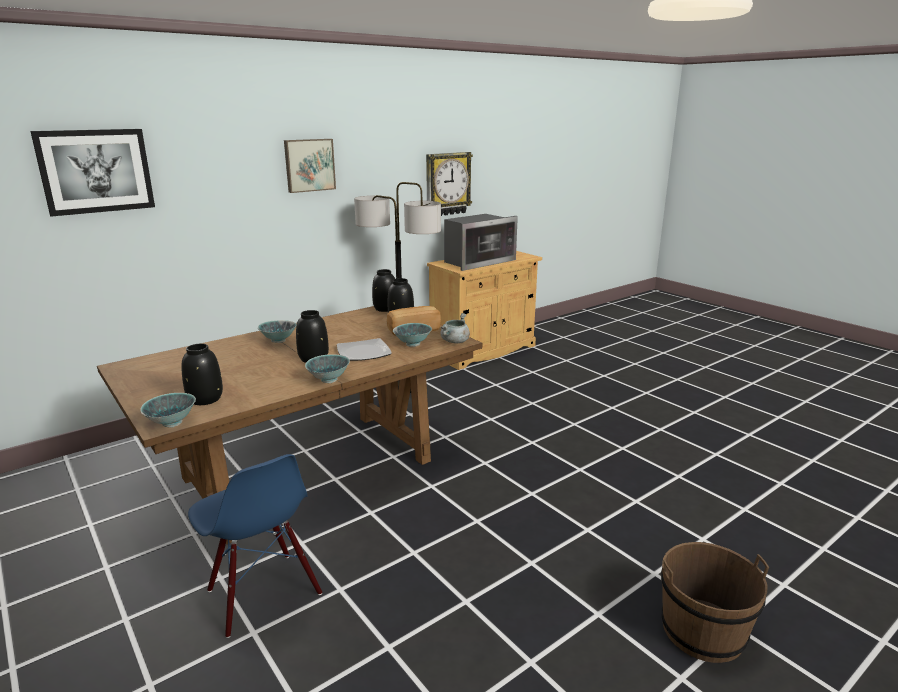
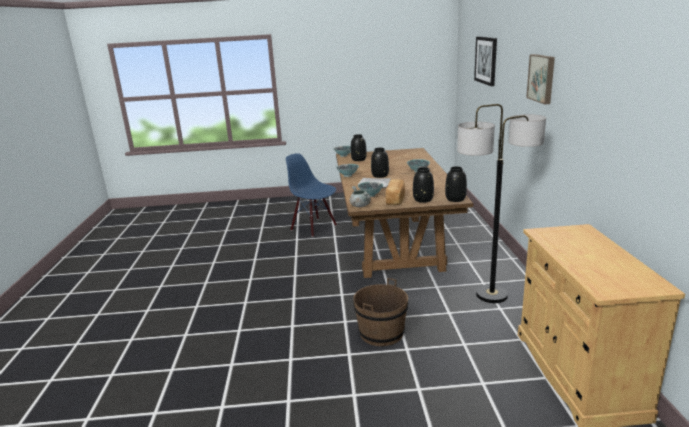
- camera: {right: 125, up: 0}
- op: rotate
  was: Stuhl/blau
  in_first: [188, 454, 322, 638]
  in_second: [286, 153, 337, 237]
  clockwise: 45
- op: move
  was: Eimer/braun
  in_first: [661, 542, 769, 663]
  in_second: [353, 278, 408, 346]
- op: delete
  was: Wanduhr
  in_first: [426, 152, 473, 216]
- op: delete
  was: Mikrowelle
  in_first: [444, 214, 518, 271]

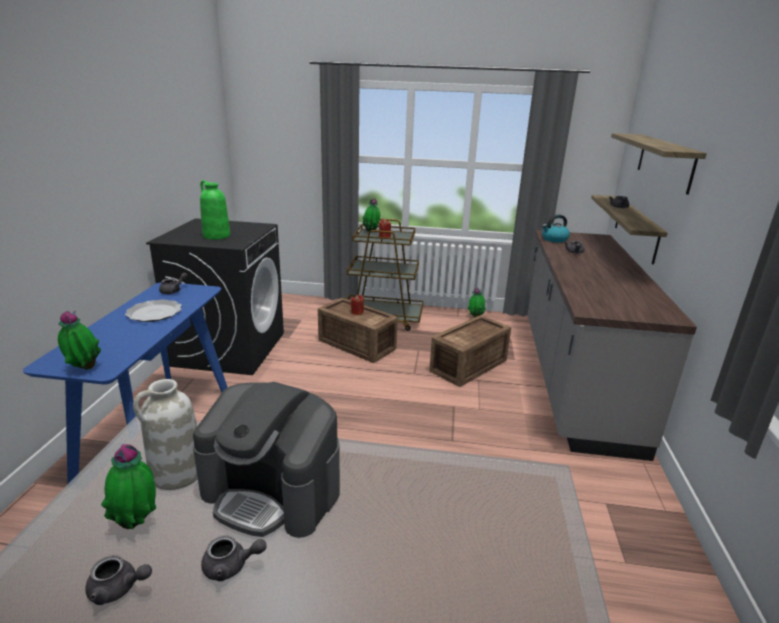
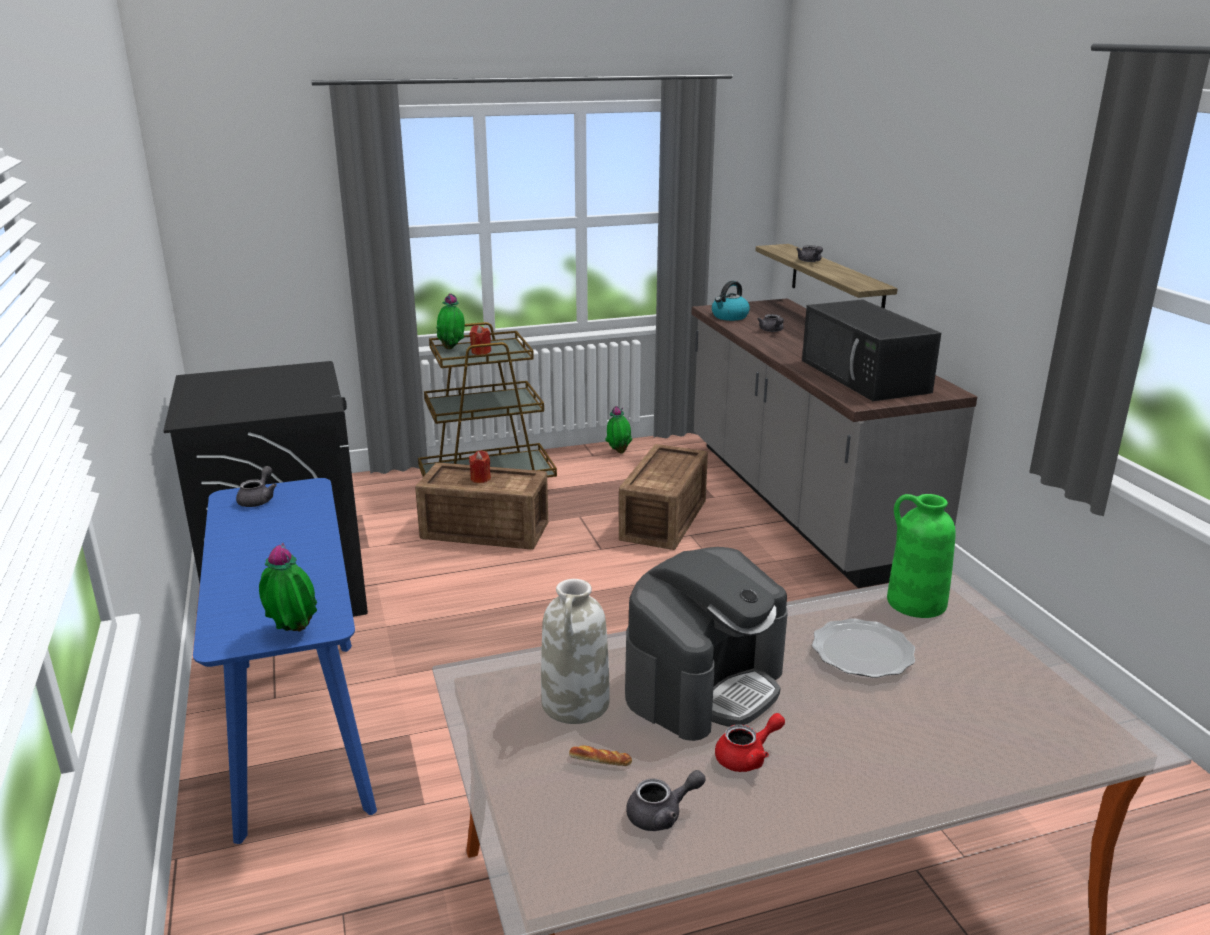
- camera: {right: -25, up: 0}
- op: replace
  was: Topfpflanze
  now: Brot
  in_first: [101, 444, 156, 529]
  in_second: [569, 746, 632, 766]
- op: rotate
  was: Kaffeemaschine
  in_first: [193, 382, 340, 538]
  in_second: [625, 547, 788, 741]
  clockwise: -45
- op: recolor
  was: Teekanne/grau
  now: Teekanne/rot
  in_first: [201, 535, 266, 581]
  in_second: [715, 713, 785, 772]
- op: insert
  now: Mikrowelle/schwarz
  in_second: [802, 299, 941, 401]
- op: move
  was: Teller
  in_first: [125, 299, 182, 322]
  in_second: [812, 618, 915, 678]
- op: move
  was: Vase/grün
  in_first: [200, 180, 230, 240]
  in_second: [887, 494, 956, 618]
- op: delete
  was: Wandregal
  in_first: [611, 133, 707, 195]

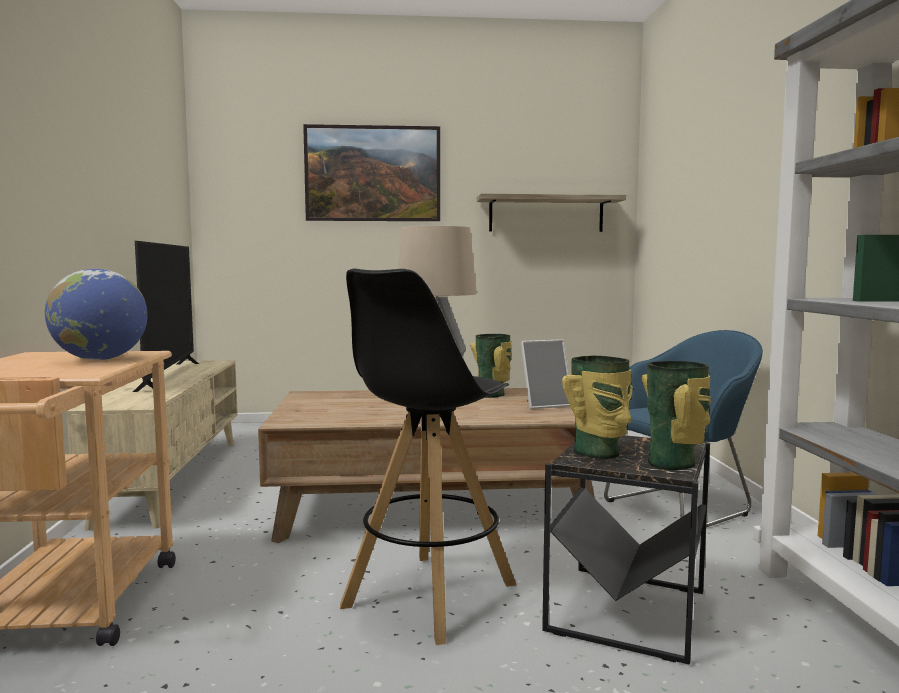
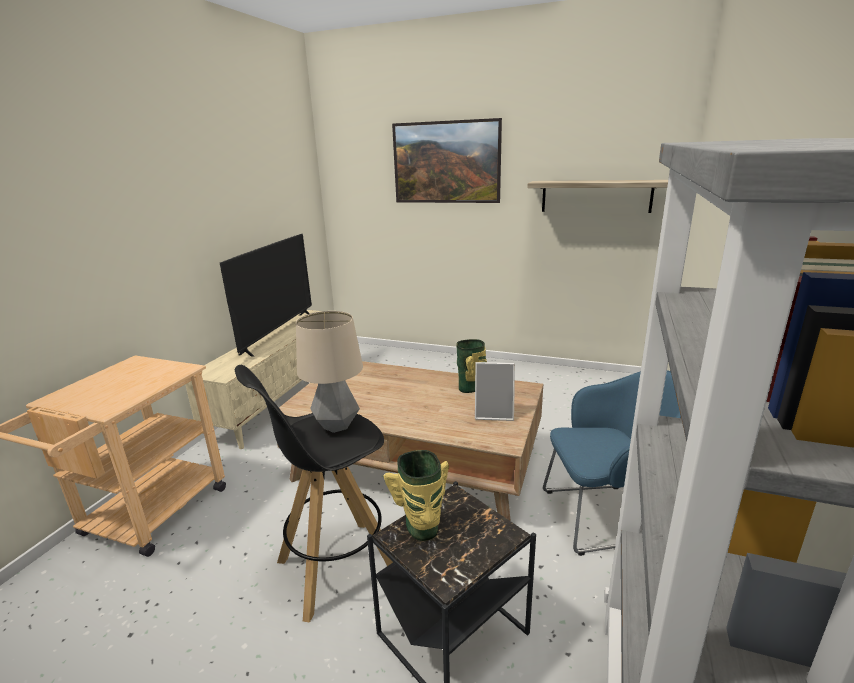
- camera: {right: 25, up: 15}
- op: delete
  was: Globus
  in_first: [45, 269, 148, 360]
- op: delete
  was: Vase
  in_first: [642, 361, 711, 470]

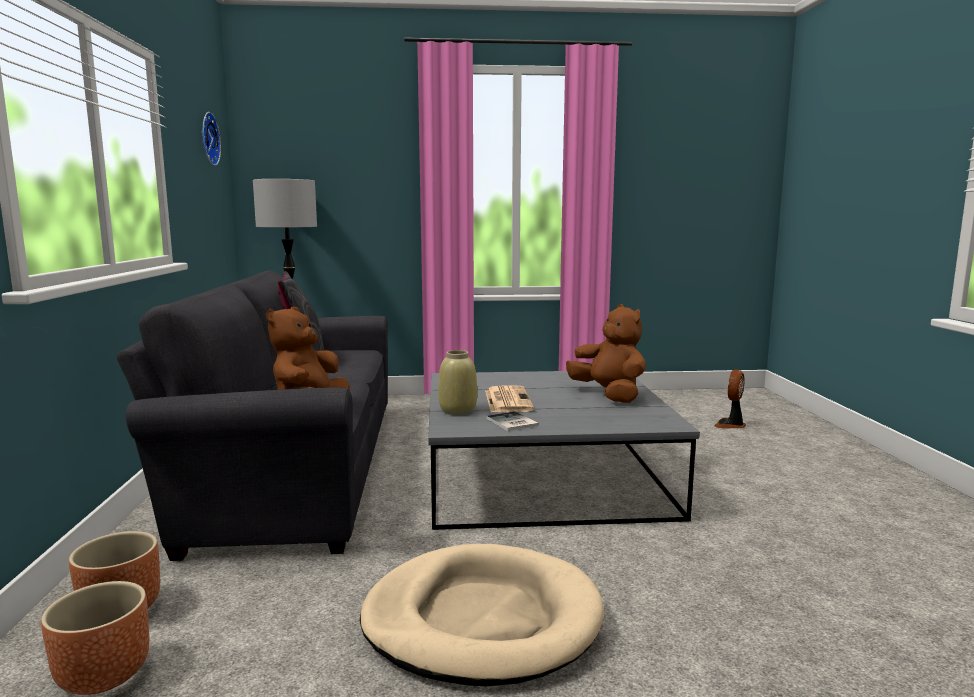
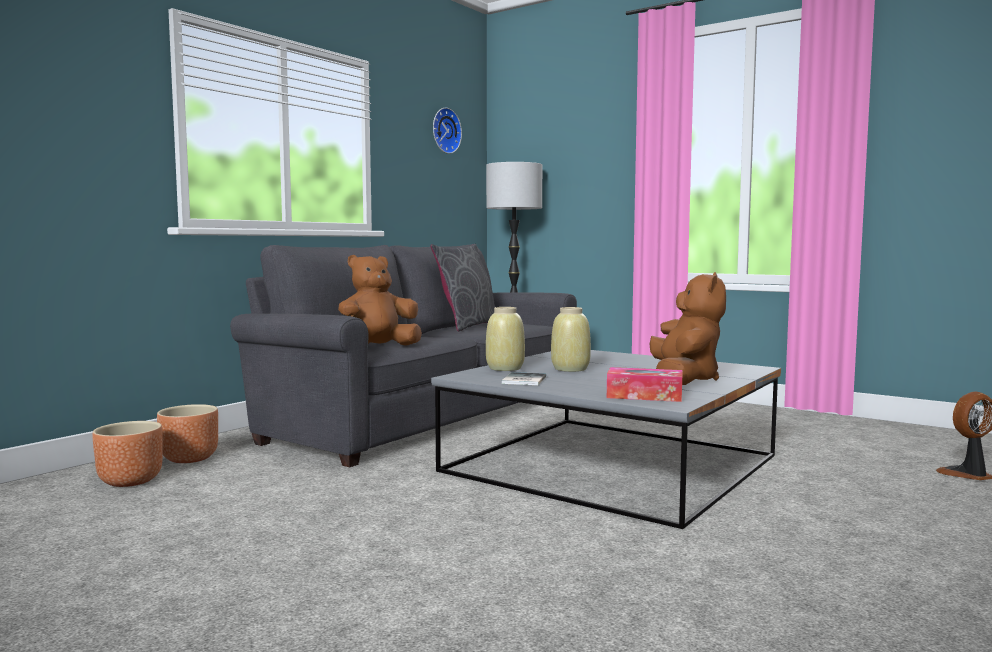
- camera: {right: 40, up: -5}
- op: replace
  was: Zeitung
  now: Vase/beige
  in_first: [485, 385, 534, 412]
  in_second: [551, 307, 591, 372]
- op: insert
  now: Taschentuchbox
  in_second: [607, 367, 682, 402]
- op: delete
  was: Hundebett/beige
  in_first: [360, 544, 605, 686]

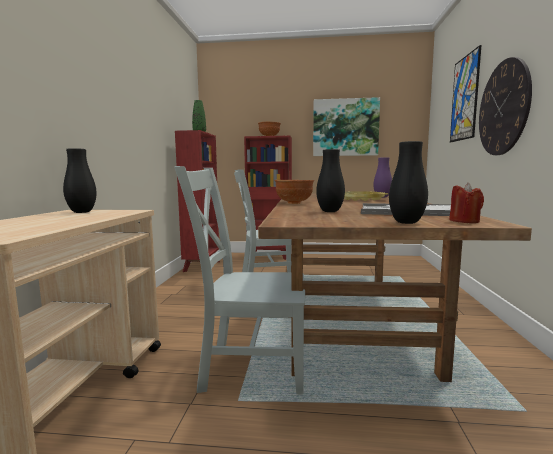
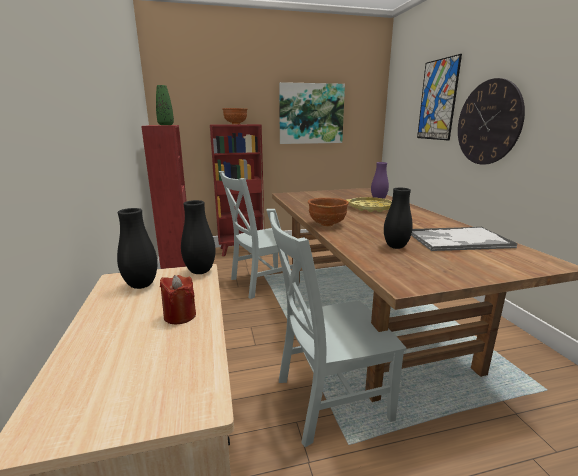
- camera: {right: -20, up: 10}
- op: move
  was: Kerze/rot
  in_first: [449, 183, 484, 223]
  in_second: [160, 275, 196, 324]
- op: move
  was: Vase/schwarz
  in_first: [389, 141, 428, 224]
  in_second: [181, 200, 216, 274]

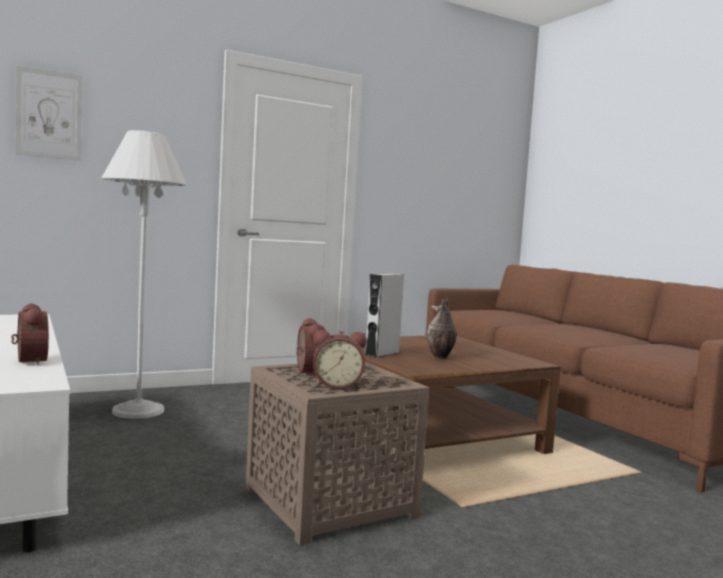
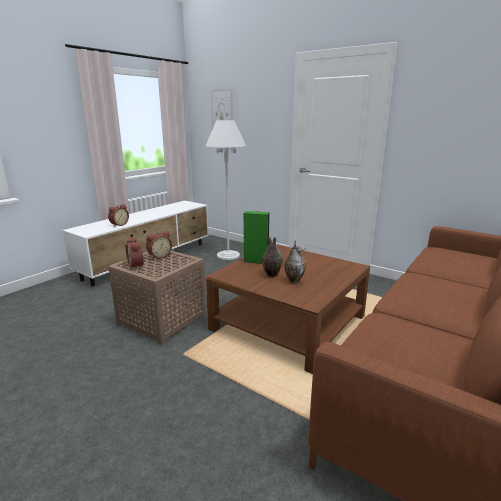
- camera: {right: 65, up: 15}
- op: recolor
  was: Lautsprecher/grau
  now: Lautsprecher/grün
  in_first: [365, 273, 404, 358]
  in_second: [244, 211, 270, 264]
- op: insert
  now: Vase
  in_second: [284, 240, 306, 283]

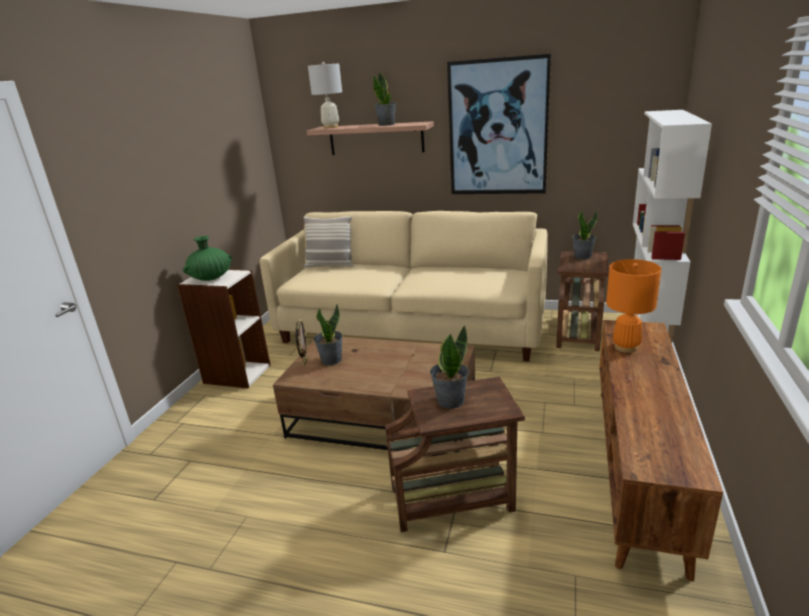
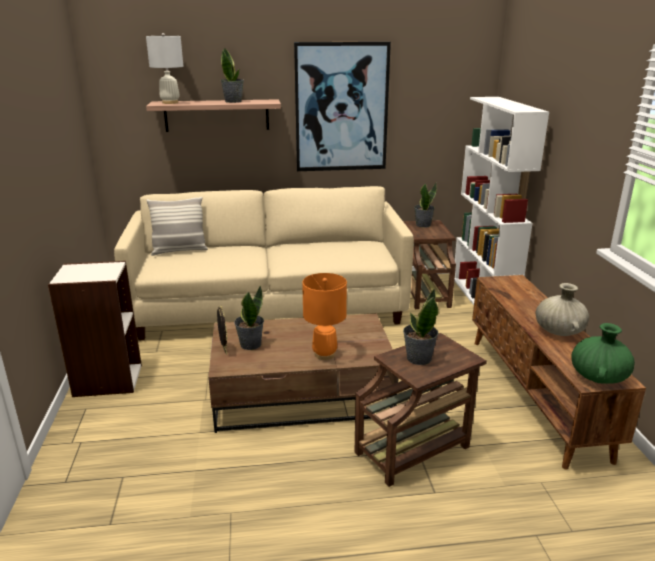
- camera: {right: -25, up: 0}
- op: move
  was: Tischlampe/orange
  in_first: [606, 259, 661, 353]
  in_second: [302, 273, 347, 360]
- op: insert
  now: Vase/beige
  in_second: [536, 283, 589, 336]
- op: move
  was: Vase/grün
  in_first: [183, 236, 232, 281]
  in_second: [571, 323, 635, 384]

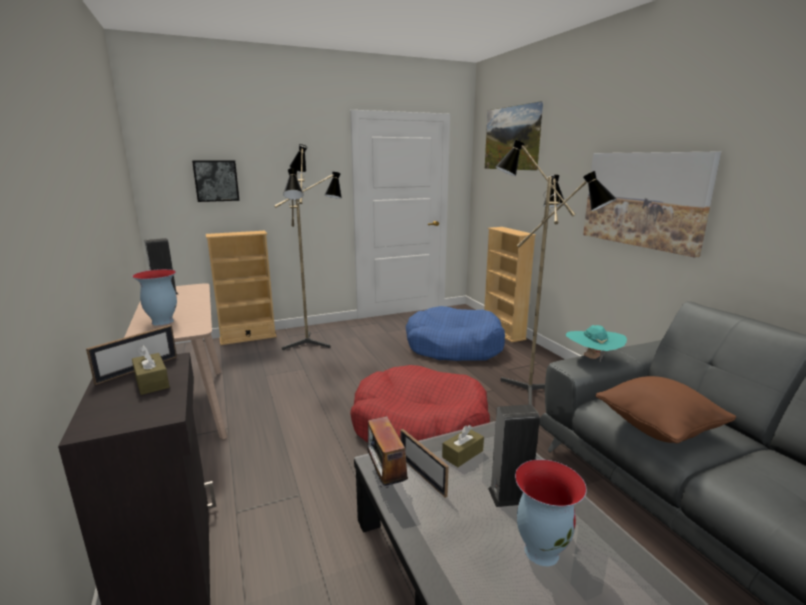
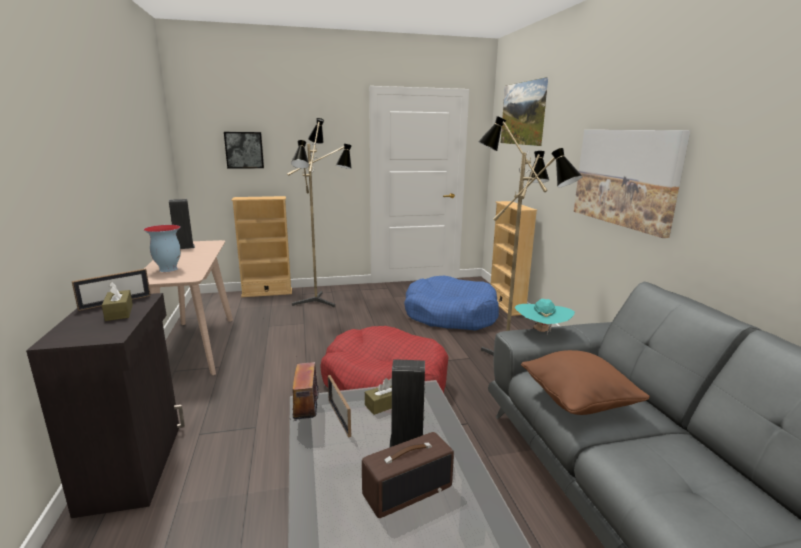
- camera: {right: 10, up: 0}
- op: replace
  was: Vase
  now: Radio
  in_first: [515, 459, 587, 566]
  in_second: [362, 432, 454, 518]

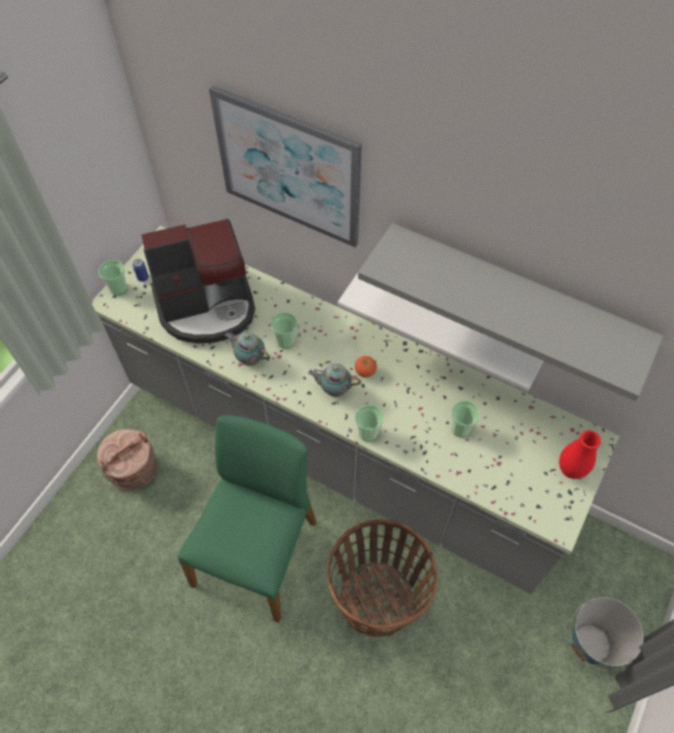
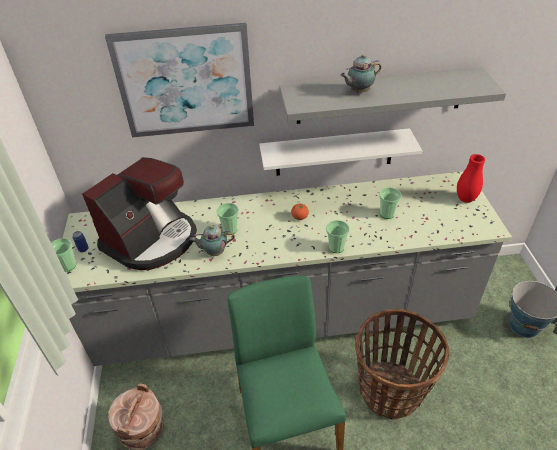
- camera: {right: -35, up: -15}
- op: move
  was: Teekanne
  in_first: [308, 363, 361, 397]
  in_second: [340, 54, 381, 93]

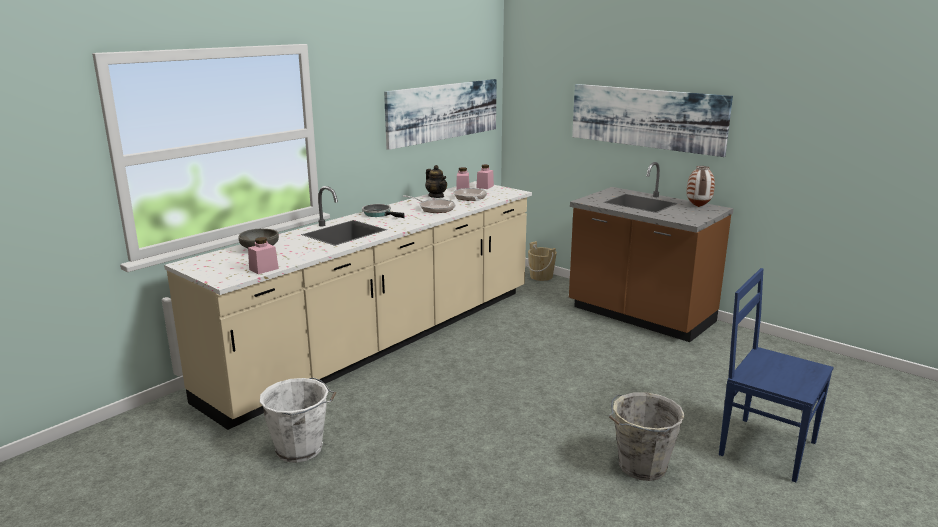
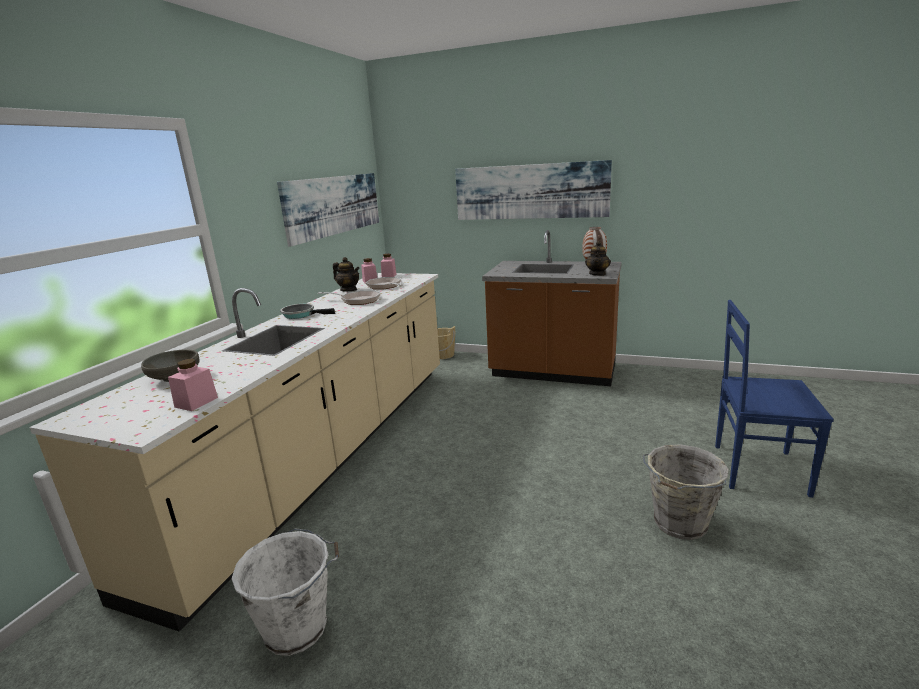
- camera: {right: -20, up: 0}
- op: insert
  now: Teekanne
  in_second: [585, 241, 611, 276]

